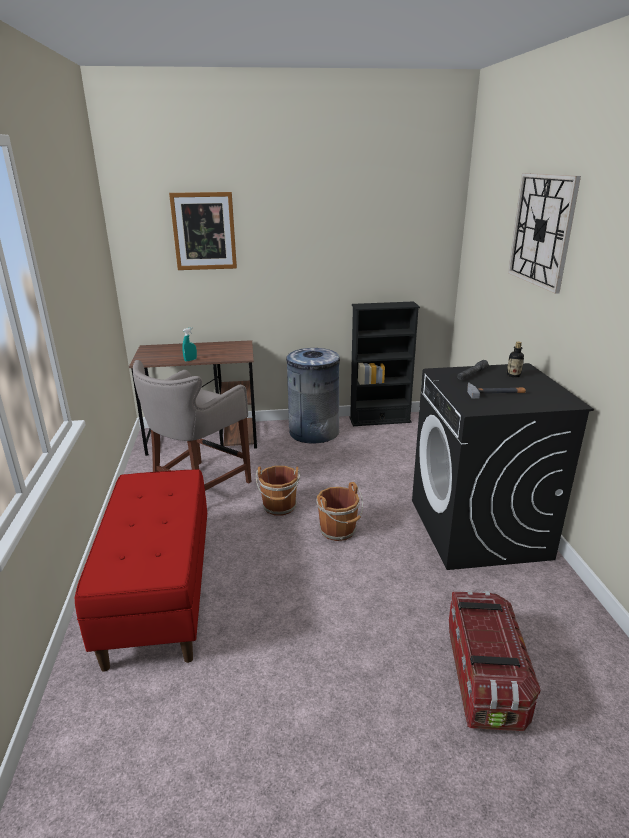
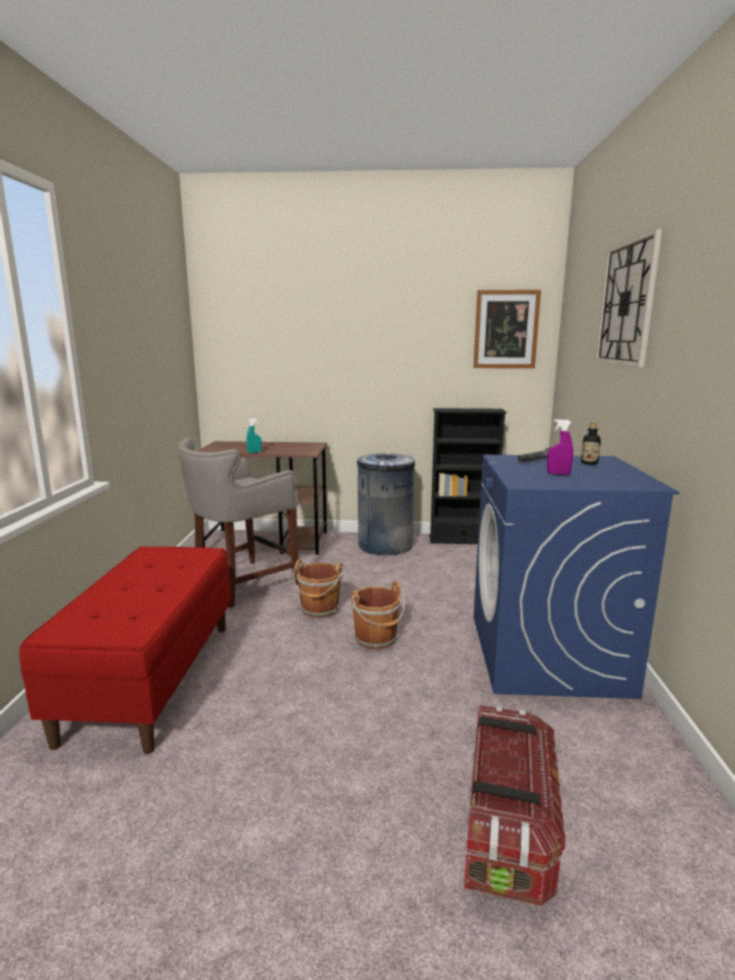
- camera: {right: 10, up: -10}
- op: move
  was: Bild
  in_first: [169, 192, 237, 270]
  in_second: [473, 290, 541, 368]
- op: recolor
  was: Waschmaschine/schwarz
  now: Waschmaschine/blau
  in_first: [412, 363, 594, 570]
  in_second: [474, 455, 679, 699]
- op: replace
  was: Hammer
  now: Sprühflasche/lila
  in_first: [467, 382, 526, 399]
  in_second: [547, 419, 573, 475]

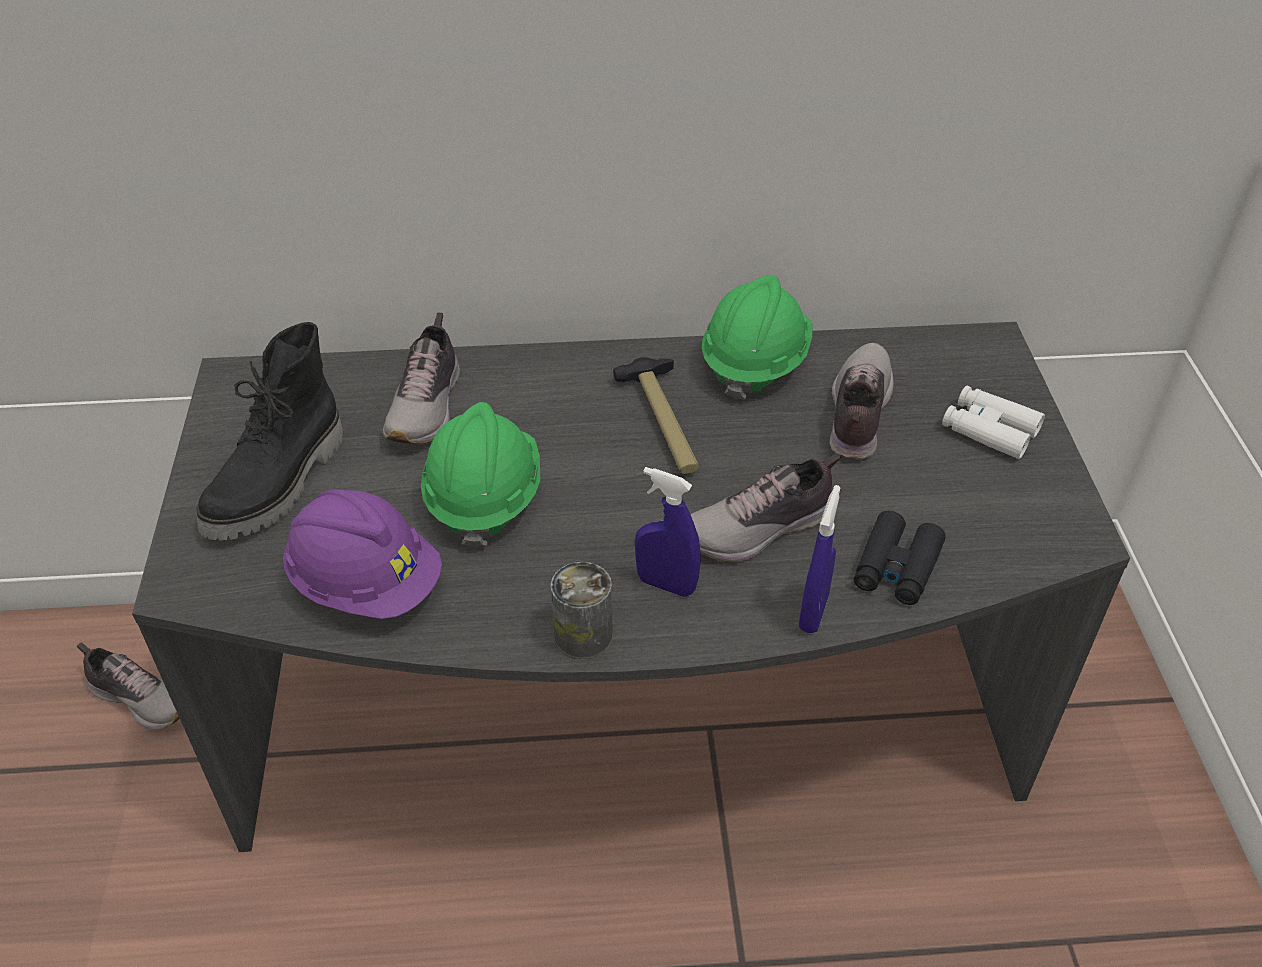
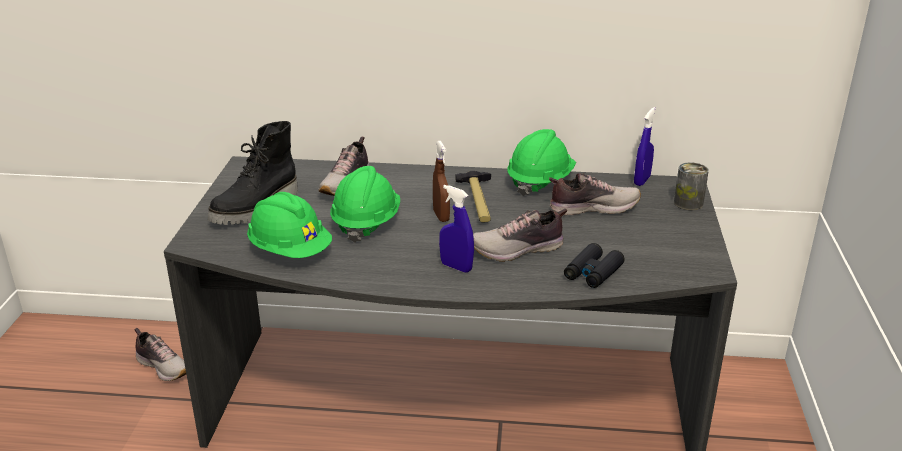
- camera: {right: 10, up: -15}
- op: recolor
  was: Schutzhelm/lila
  now: Schutzhelm/grün
  in_first: [283, 489, 442, 619]
  in_second: [247, 192, 332, 258]
- op: insert
  now: Sprühflasche/braun
  in_second: [433, 141, 450, 222]
- op: rotate
  was: Schuh
  in_first: [829, 343, 894, 459]
  in_second: [549, 173, 641, 215]
  clockwise: 60
- op: move
  was: Sprühflasche/blau
  in_first: [799, 485, 841, 633]
  in_second: [634, 107, 656, 186]
- op: move
  was: Dose
  in_first: [551, 562, 613, 659]
  in_second: [674, 162, 709, 210]
- op: delete
  was: Fernglas/weiß
  in_first: [942, 386, 1045, 459]

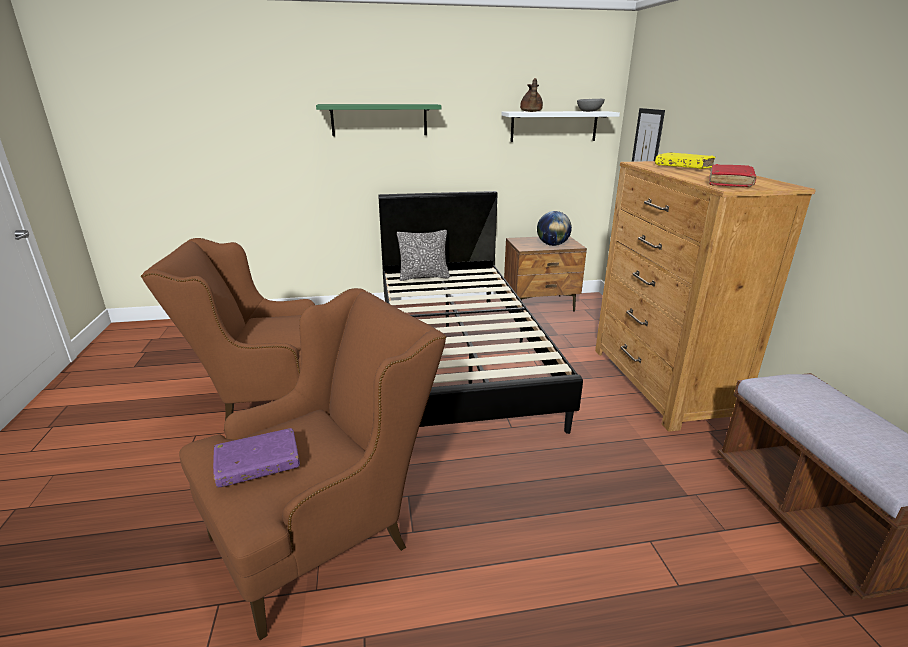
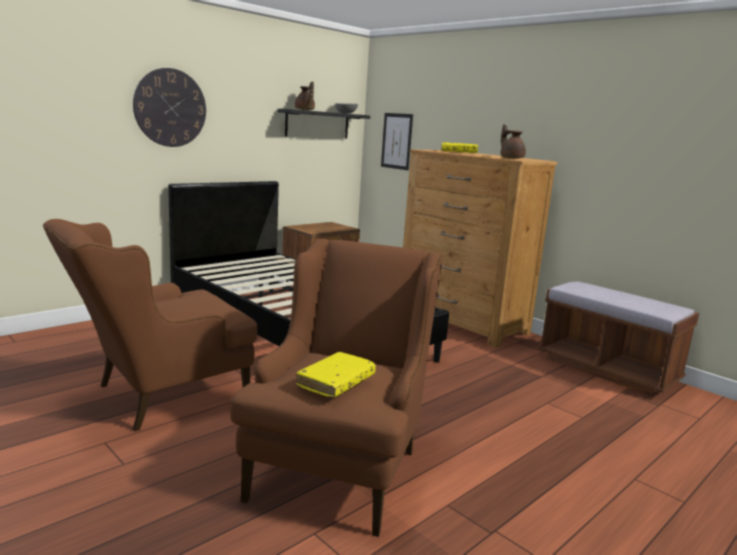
- camera: {right: -35, up: -10}
- op: replace
  was: Wandregal/grün
  now: Wanduhr
  in_first: [316, 104, 441, 136]
  in_second: [133, 68, 206, 147]
- op: recolor
  was: Wandregal/weiß
  now: Wandregal/schwarz
  in_first: [501, 111, 620, 142]
  in_second: [278, 109, 370, 139]
- op: recolor
  was: Buch/lila
  now: Buch/gelb
  in_first: [213, 428, 300, 487]
  in_second: [296, 352, 376, 398]
- op: replace
  was: Buch/rot
  now: Teekanne/braun
  in_first: [709, 164, 756, 187]
  in_second: [501, 124, 526, 159]
- op: delete
  was: Kissen
  in_first: [397, 230, 450, 281]
- op: delete
  was: Globus
  in_first: [537, 211, 572, 246]

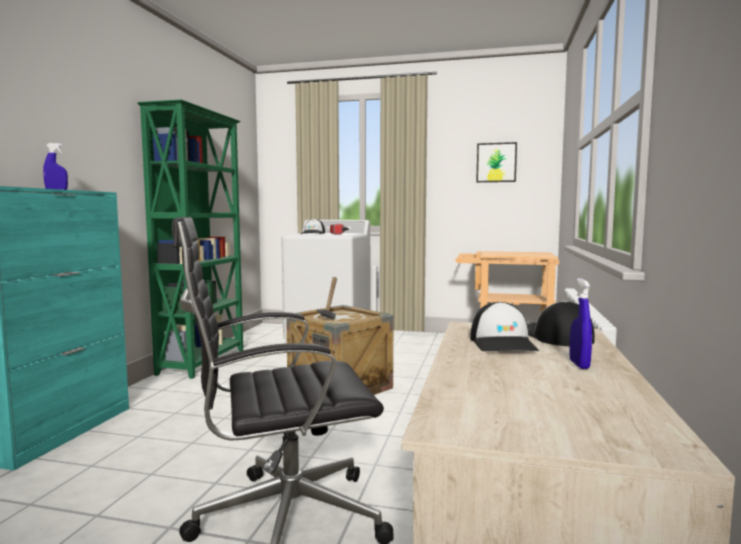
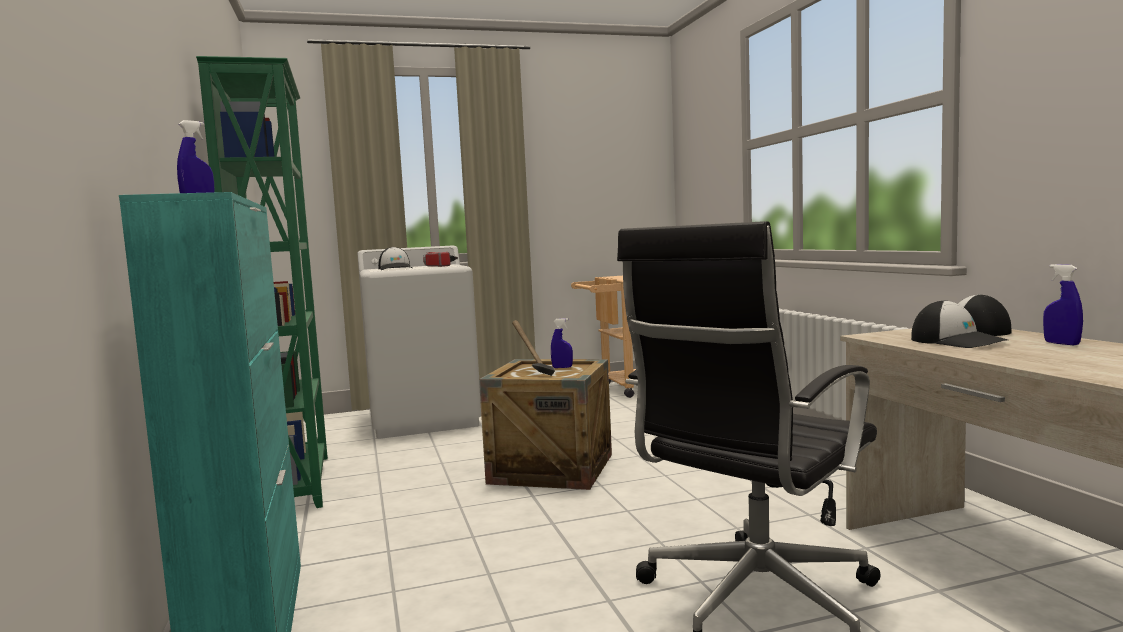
- camera: {right: -30, up: 0}
- op: insert
  now: Sprühflasche/blau
  in_second: [551, 318, 573, 368]
- op: delete
  was: Bild
  in_first: [476, 142, 517, 182]

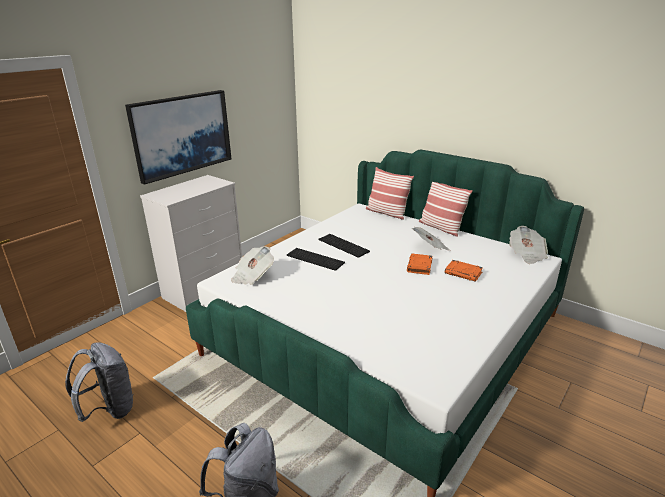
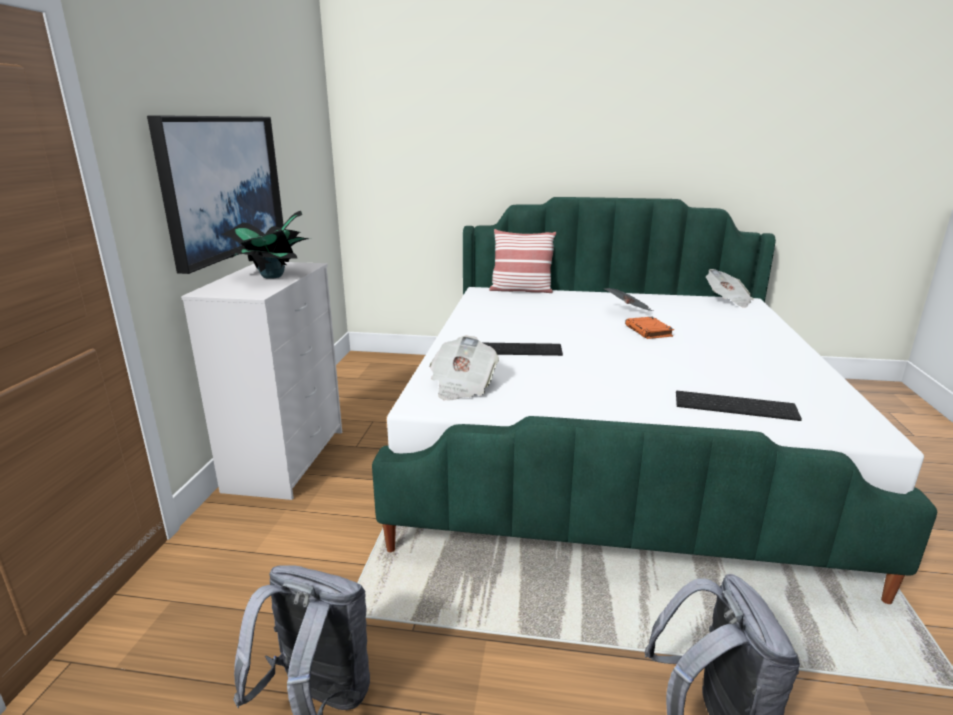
- camera: {right: -30, up: -5}
- op: insert
  now: Topfpflanze
  in_second: [222, 211, 310, 279]
- op: move
  was: Tastatur
  in_first: [318, 234, 370, 258]
  in_second: [676, 391, 802, 421]
- op: delete
  was: Kissen
  in_first: [419, 181, 473, 237]
- op: delete
  was: Buch/orange
  in_first: [445, 260, 483, 282]

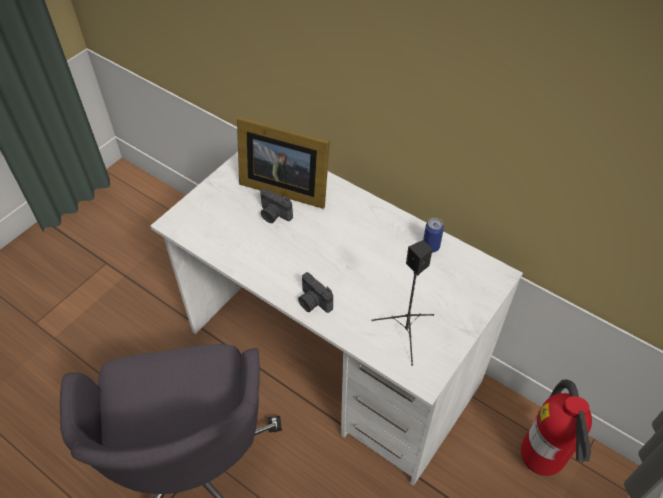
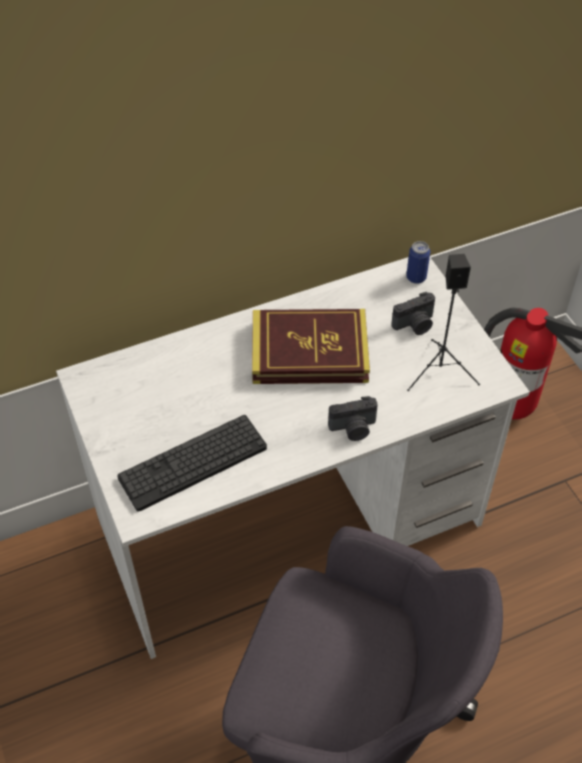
- camera: {right: -60, up: 0}
- op: insert
  now: Tastatur
  in_second: [117, 415, 267, 512]
- op: insert
  now: Buch
  in_second: [252, 309, 370, 384]
- op: move
  was: Kamera
  in_first: [260, 188, 293, 223]
  in_second: [391, 292, 435, 335]
- op: move
  was: Dose
  in_first: [423, 218, 444, 253]
  in_second: [406, 241, 430, 284]
- op: delete
  was: Bilderrahmen
  in_first: [237, 116, 330, 209]

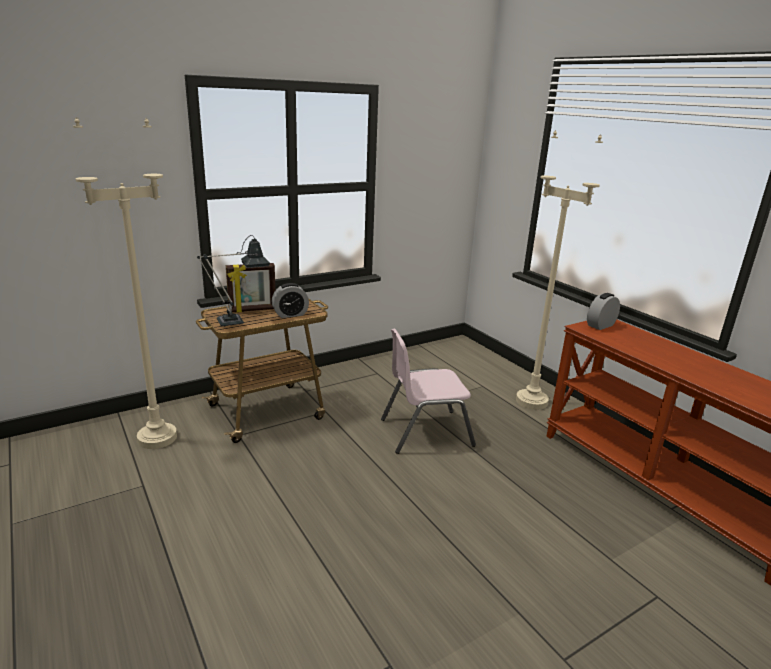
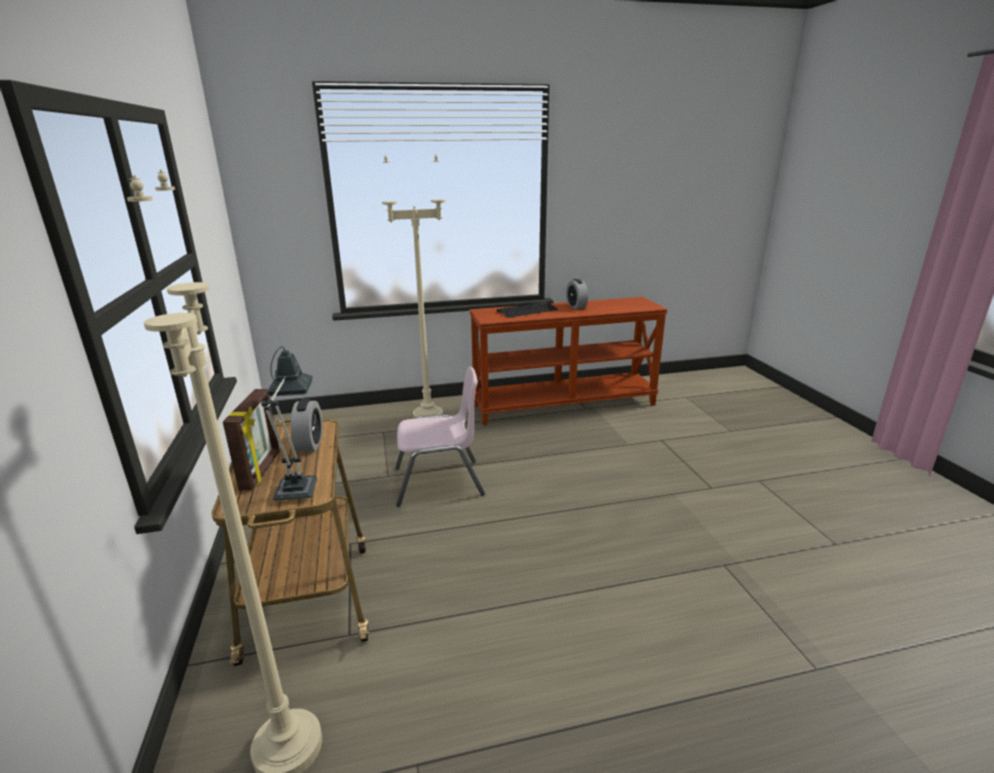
- camera: {right: -70, up: 0}
- op: rotate
  was: Stuhl/rosa
  in_first: [381, 328, 476, 454]
  in_second: [395, 367, 485, 507]
  clockwise: -105
- op: insert
  now: Tastatur
  in_second: [496, 302, 558, 318]
- op: move
  was: Wecker
  in_first: [587, 293, 620, 330]
  in_second: [566, 279, 588, 309]

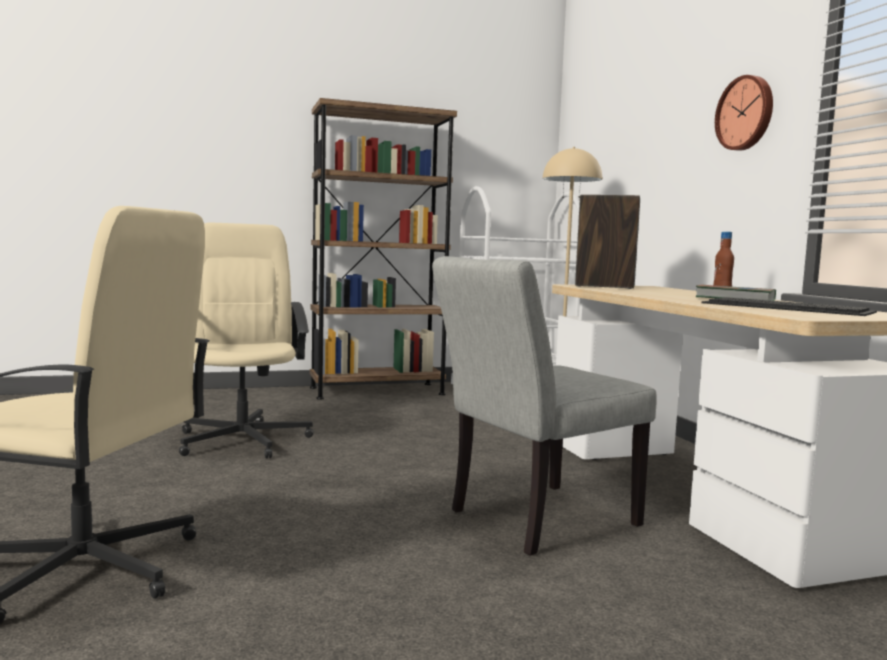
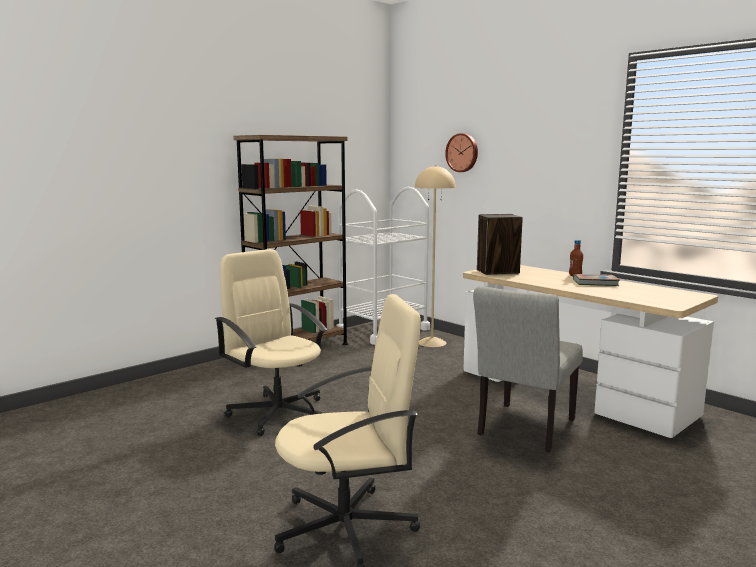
- camera: {right: -25, up: 5}
- op: move
  was: Wanduhr
  in_first: [715, 75, 773, 151]
  in_second: [445, 133, 478, 172]
- op: delete
  was: Tastatur
  in_first: [701, 297, 877, 316]

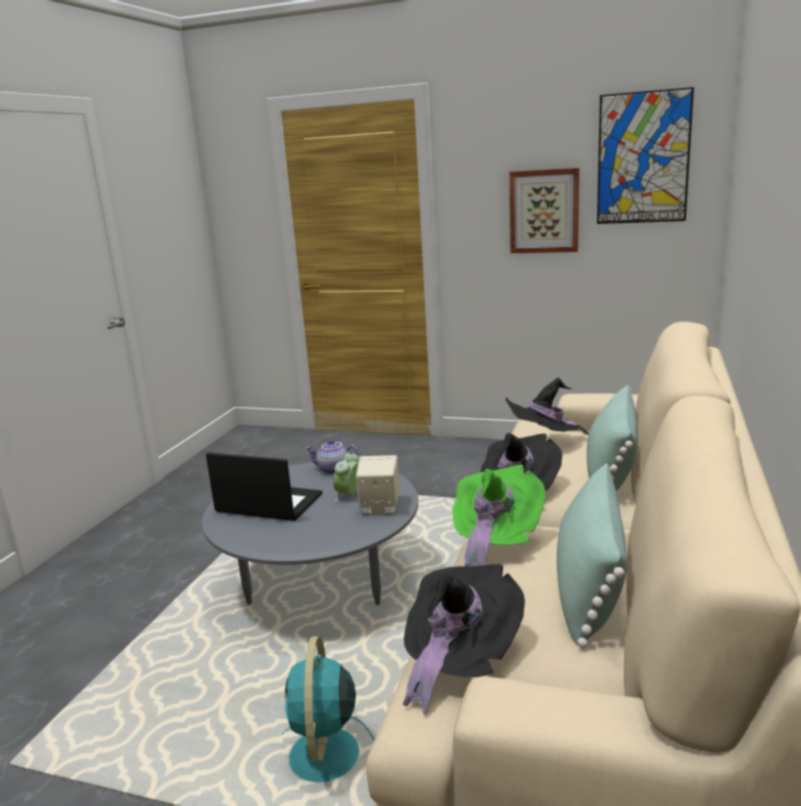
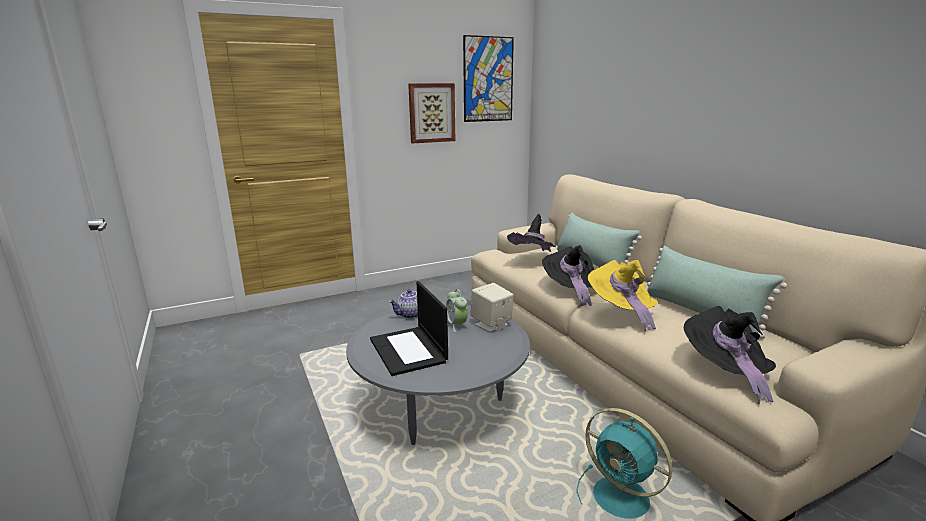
- camera: {right: -45, up: 0}
- op: rotate
  was: Laptop
  in_first: [206, 452, 322, 521]
  in_second: [370, 281, 448, 376]
  clockwise: -90
- op: recolor
  was: Hut/grün
  now: Hut/gelb
  in_first: [452, 465, 545, 566]
  in_second: [588, 260, 658, 331]

